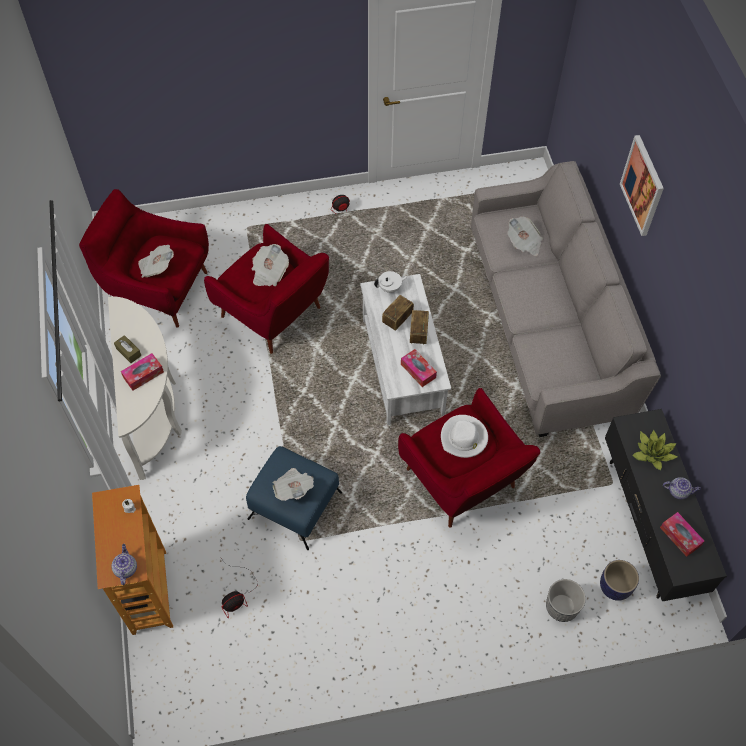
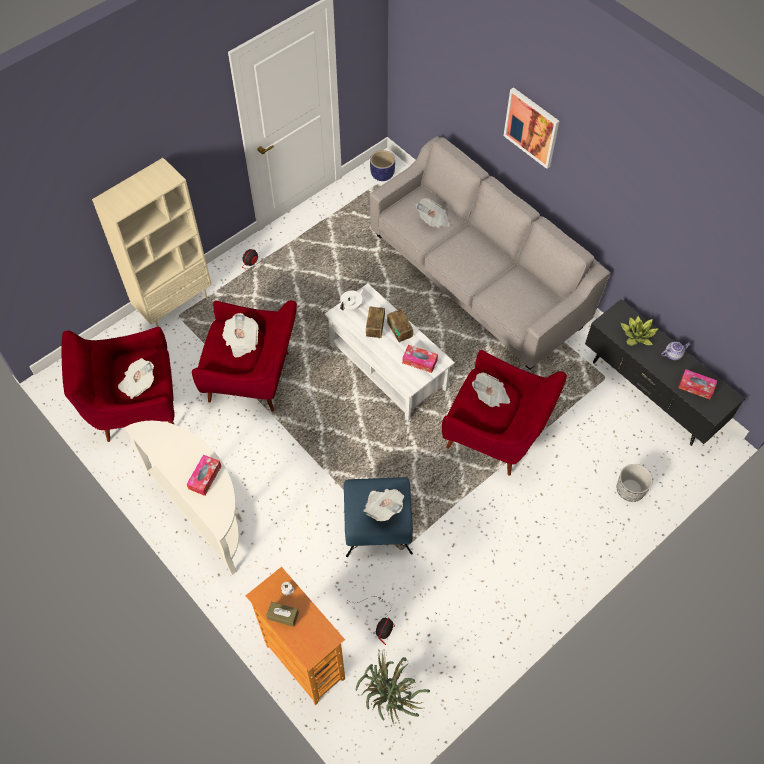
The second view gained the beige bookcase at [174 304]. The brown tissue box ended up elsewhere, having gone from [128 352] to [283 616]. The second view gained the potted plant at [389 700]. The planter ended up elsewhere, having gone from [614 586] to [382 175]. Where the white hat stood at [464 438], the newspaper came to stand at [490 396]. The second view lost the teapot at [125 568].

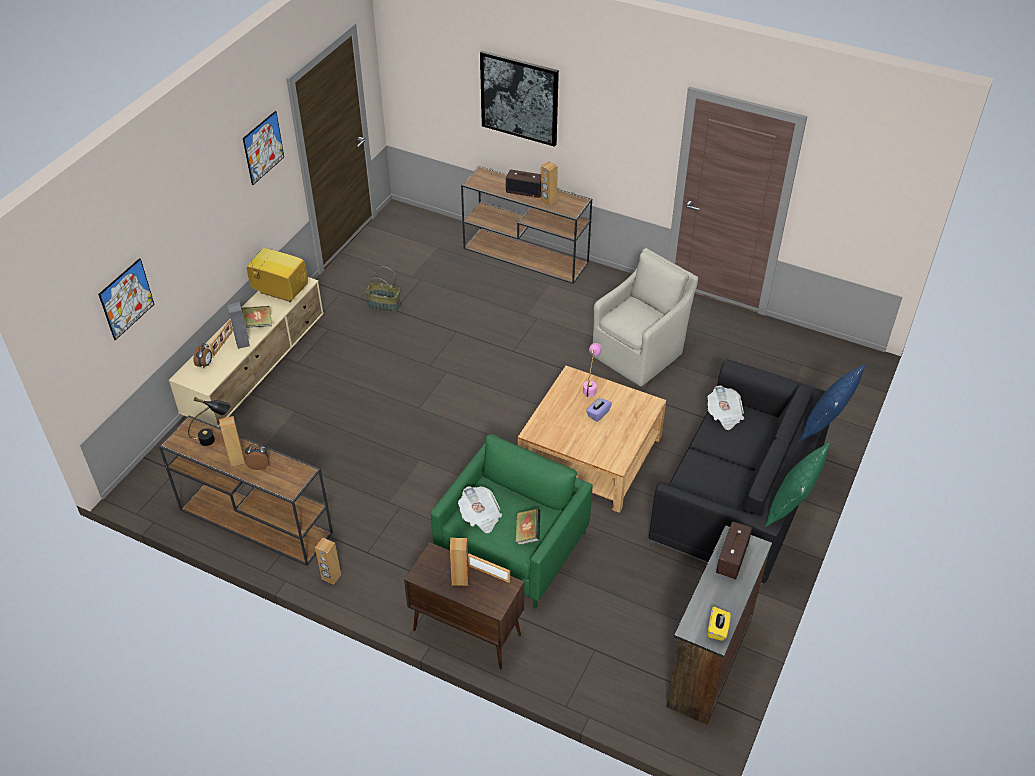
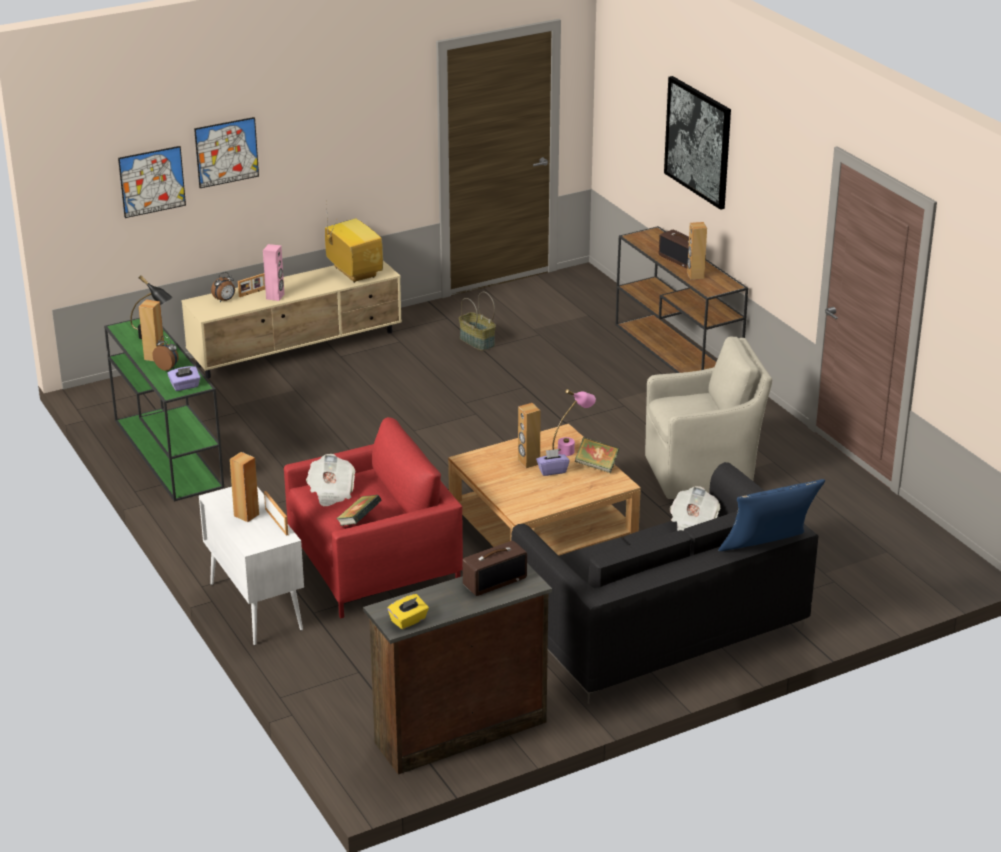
What was the brown console table at [254 521] turned into the green console table at [167 452]. The second view gained the purple tissue box at [185 386]. The picture ended up elsewhere, having gone from [263 147] to [226 152]. What was the brown cabinet at [466 632] turned into the white cabinet at [255 606]. What was the grey speaker at [243 343] turned into the pink speaker at [275 296]. What was the green armchair at [512 547] turned into the red armchair at [374 566]. The brown speaker ended up elsewhere, having gone from [331 577] to [528 462]. The book ended up elsewhere, having gone from [257 324] to [596 466]. The second view lost the green pillow at [791 505].

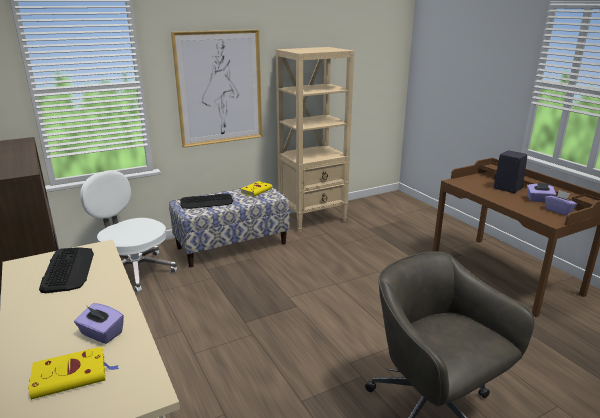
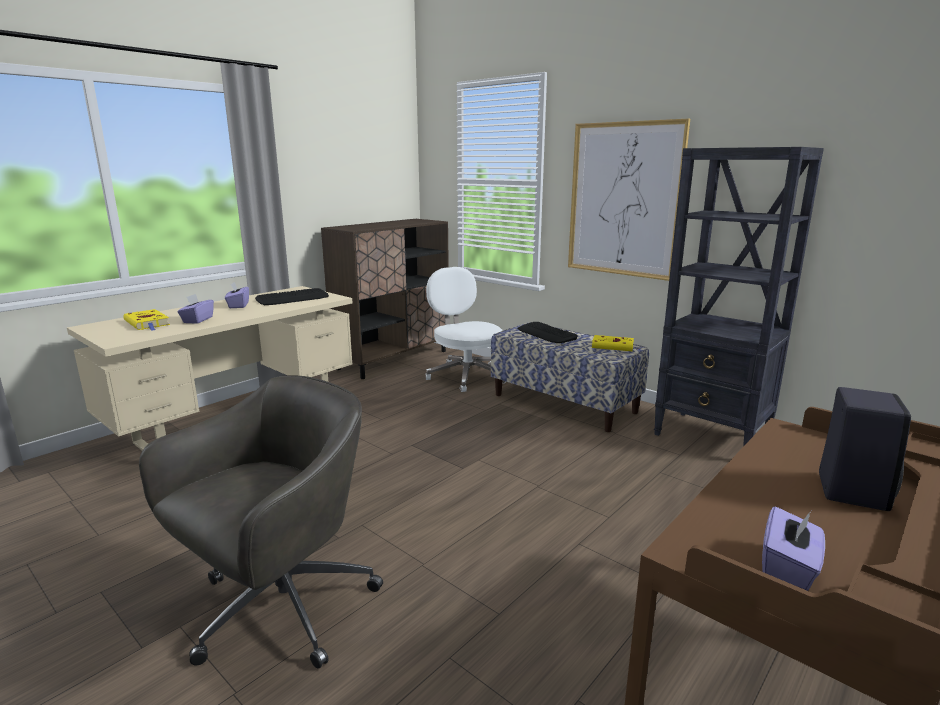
The purple tissue box ended up elsewhere, having gone from [539 200] to [238 305]. The white office chair at [135 271] ended up facing another way, 45 degrees counterclockwise from before. What was the beige bookcase at [313 218] turned into the black bookcase at [712 436].

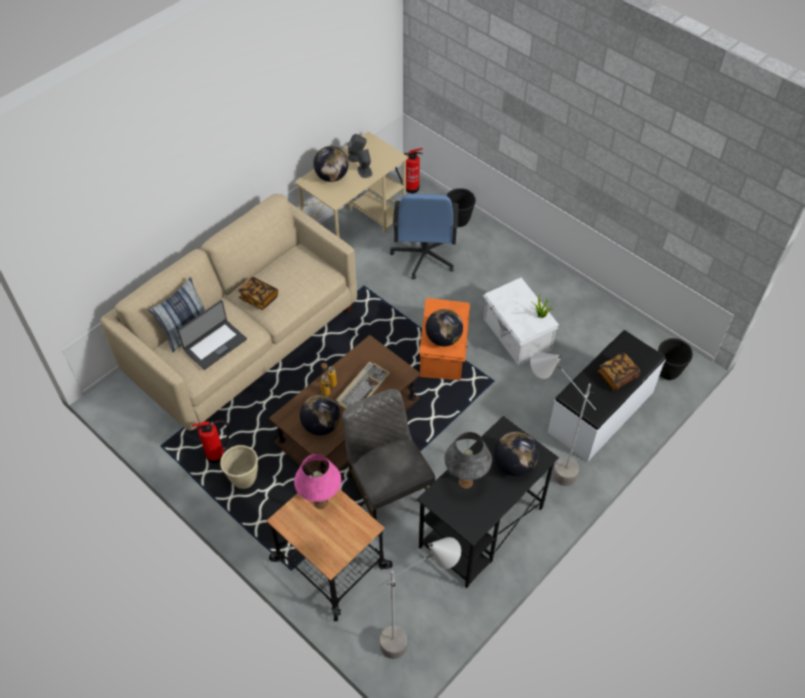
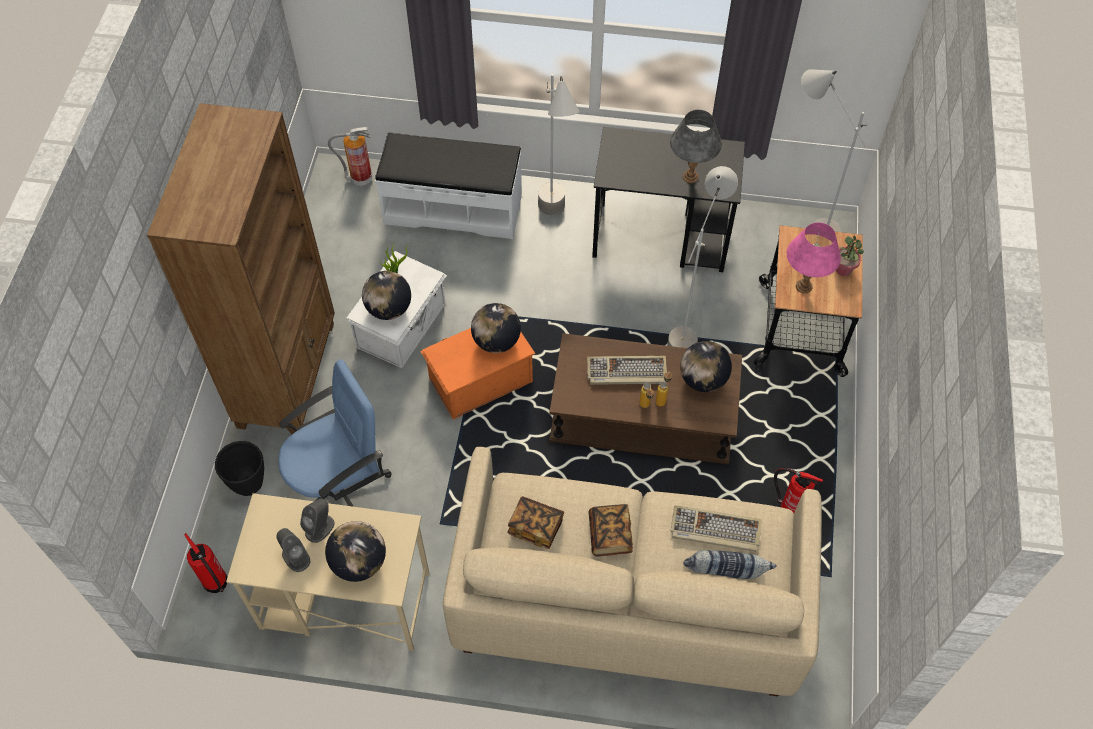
The second view gained the brown bookcase at [288 373]. Where the black planter stood at [667 373], the fire extinguisher came to stand at [360 179]. The globe ended up elsewhere, having gone from [514 465] to [389 309]. The book ended up elsewhere, having gone from [617 376] to [535 527]. Where the grey chair stood at [388 490], the grey floor lamp came to stand at [688 330]. Where the laptop stood at [214 344], the keyboard came to stand at [714 530]. The second view gained the potted plant at [843 269]. The second view lost the beige planter at [243 479].

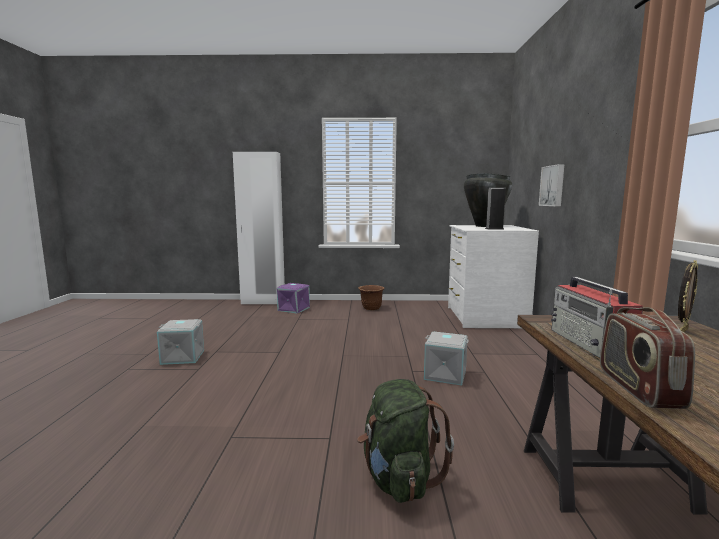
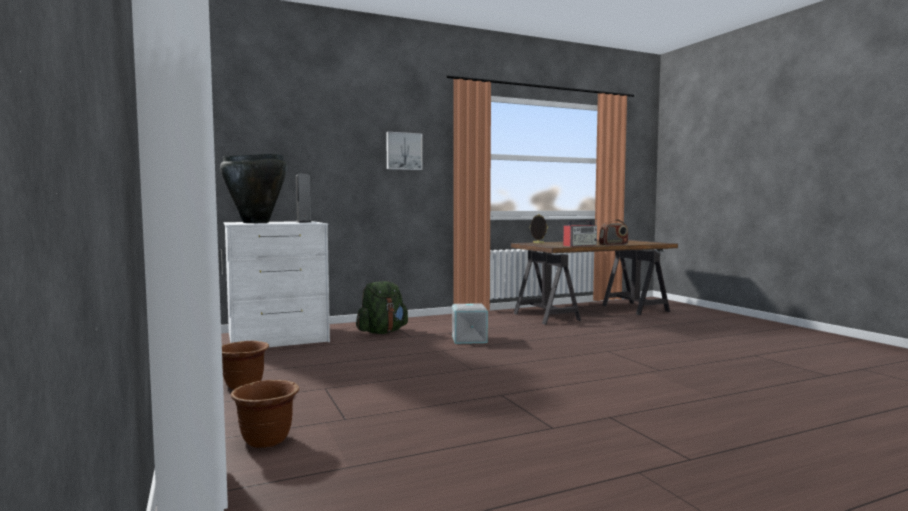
Where the purple storage box stood at [294 309], the brown planter came to stand at [267 440]. The green backpack ended up elsewhere, having gone from [399 478] to [382 332]. The picture ended up elsewhere, having gone from [553 186] to [404 151]. The second view lost the grey storage box at [183 356].

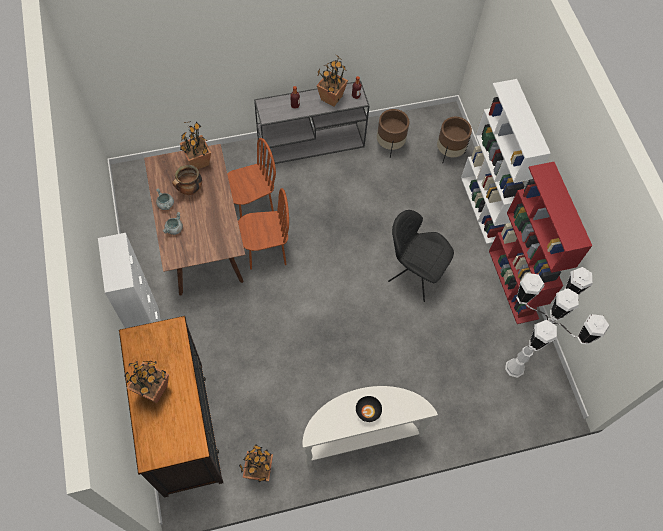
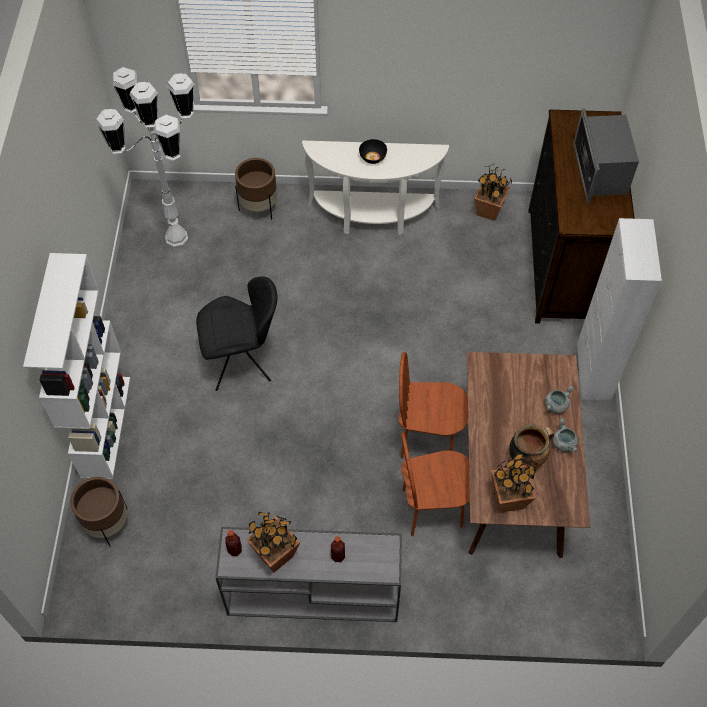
The black chair at [414 274] ended up facing another way, 60 degrees counterclockwise from before. The brown planter ended up elsewhere, having gone from [390 145] to [259 207]. Where the potted plant stood at [154 390], the microwave came to stand at [600 172]. The second view lost the red bookcase at [514 284].

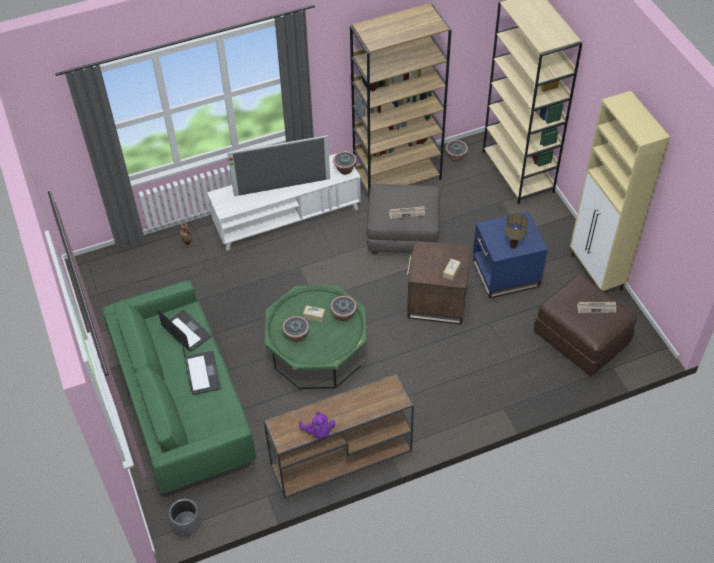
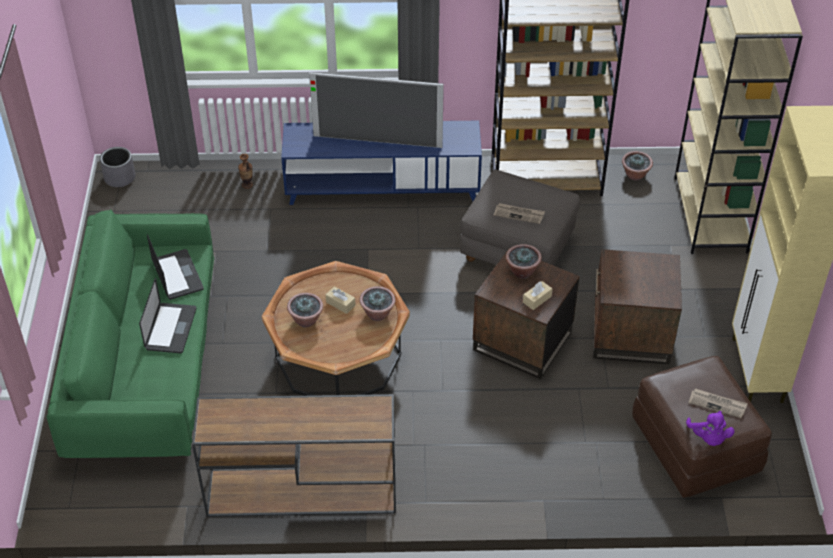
The grey planter ended up elsewhere, having gone from [186 523] to [119 177]. What was the green coffee table at [317 352] turned into the brown coffee table at [338 356]. What was the white tv stand at [287 218] turned into the blue tv stand at [382 188]. The potted plant ended up elsewhere, having gone from [345 170] to [522 271]. What was the blue side table at [506 274] turned into the brown side table at [631 335]. The purple plush toy ended up elsewhere, having gone from [318 431] to [708 438]. The second view lost the table lamp at [513 246].

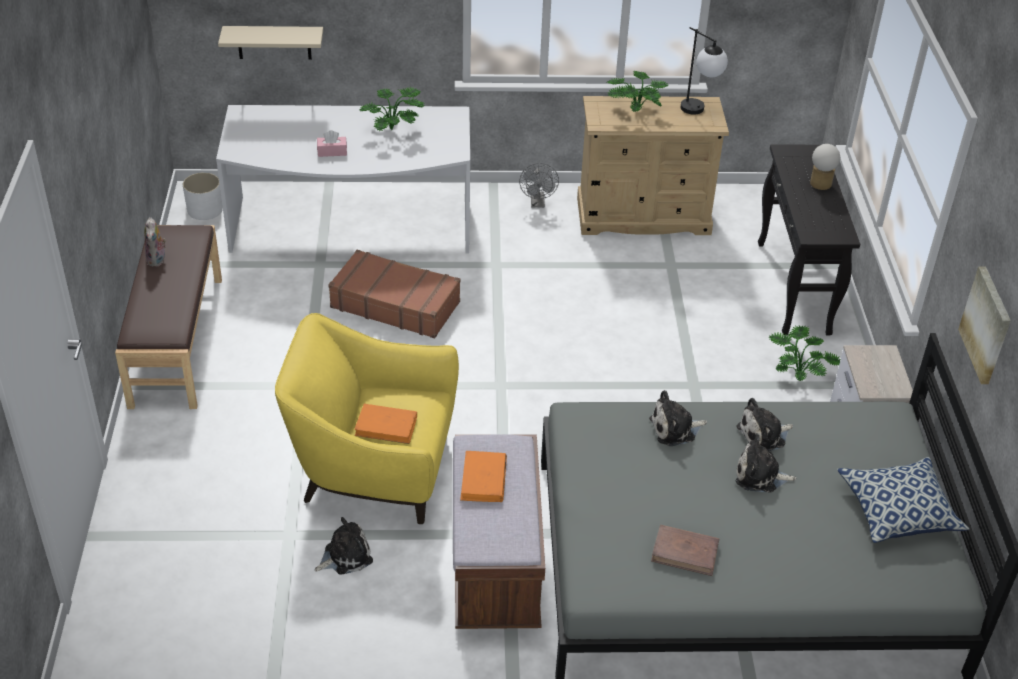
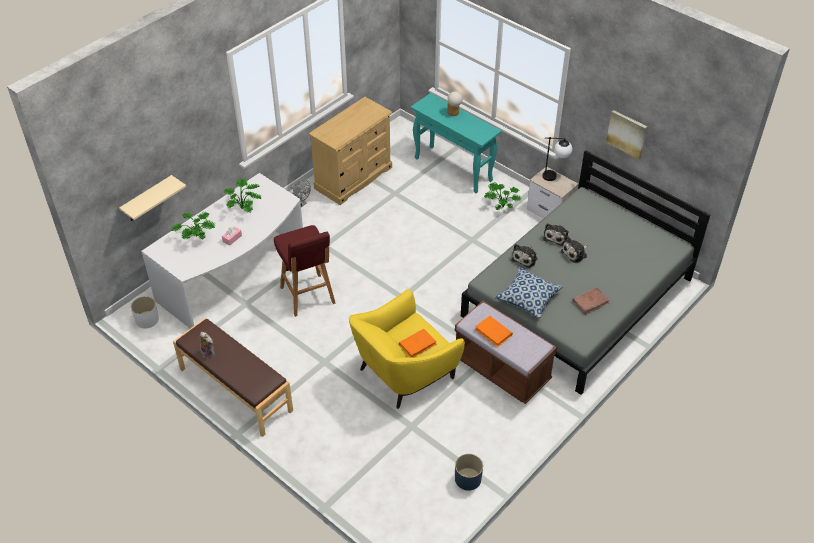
The potted plant ended up elsewhere, having gone from [634 112] to [196 238]. Where the brown suitcase stood at [395 304], the red stool came to stand at [308 296]. What was the black console table at [794 288] turned into the turquoise console table at [454 169]. The second view gained the blue planter at [467 479]. The pillow ended up elsewhere, having gone from [898 511] to [528 298]. The table lamp ended up elsewhere, having gone from [699 112] to [555 176]. The second view lost the plush toy at [345 556].

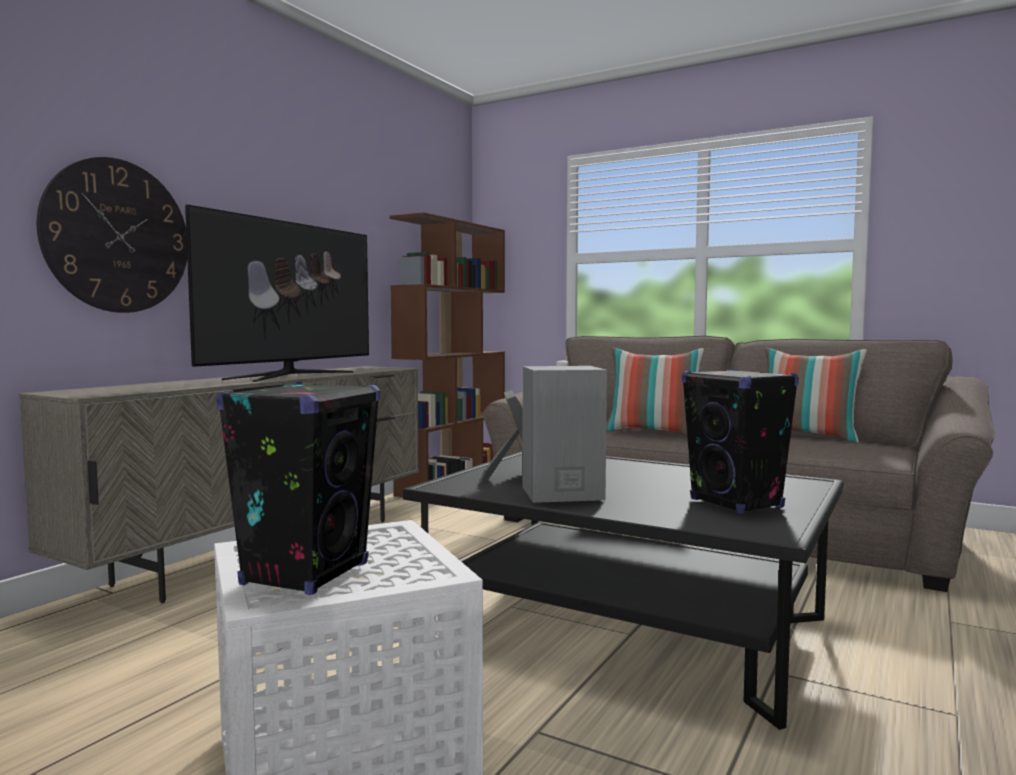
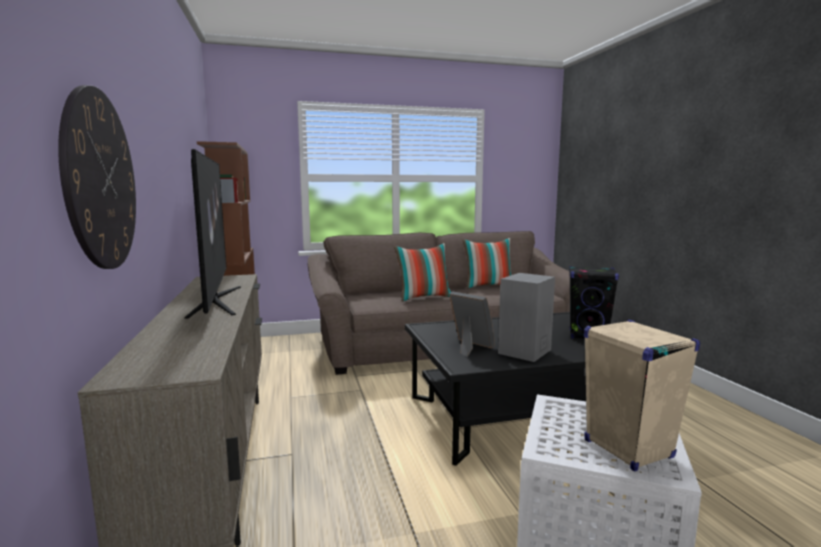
What was the black speaker at [306 574] turned into the beige speaker at [627 449].

